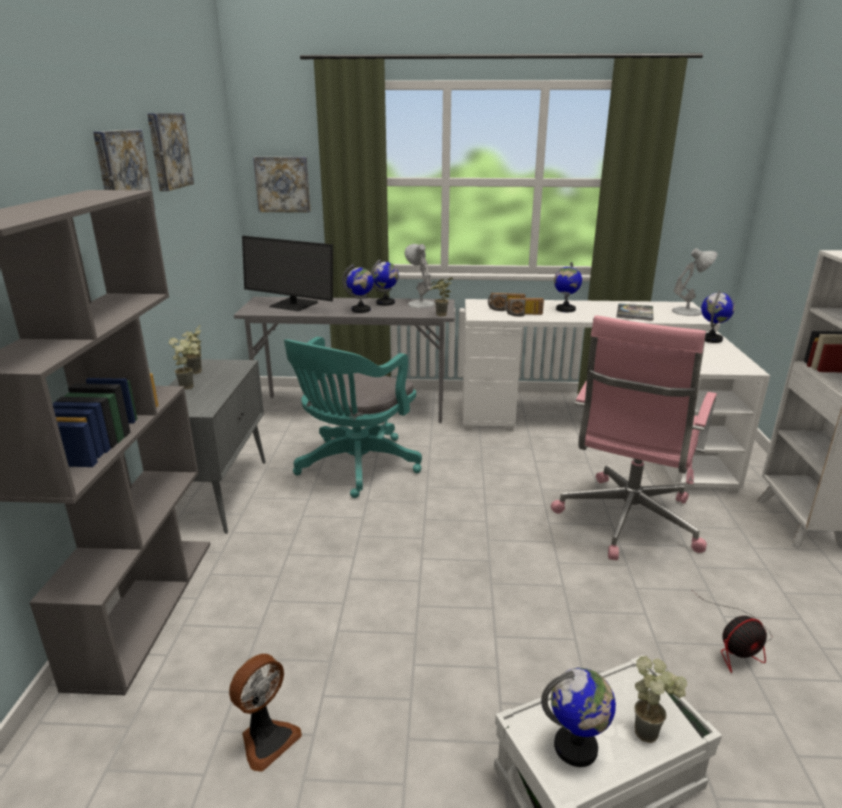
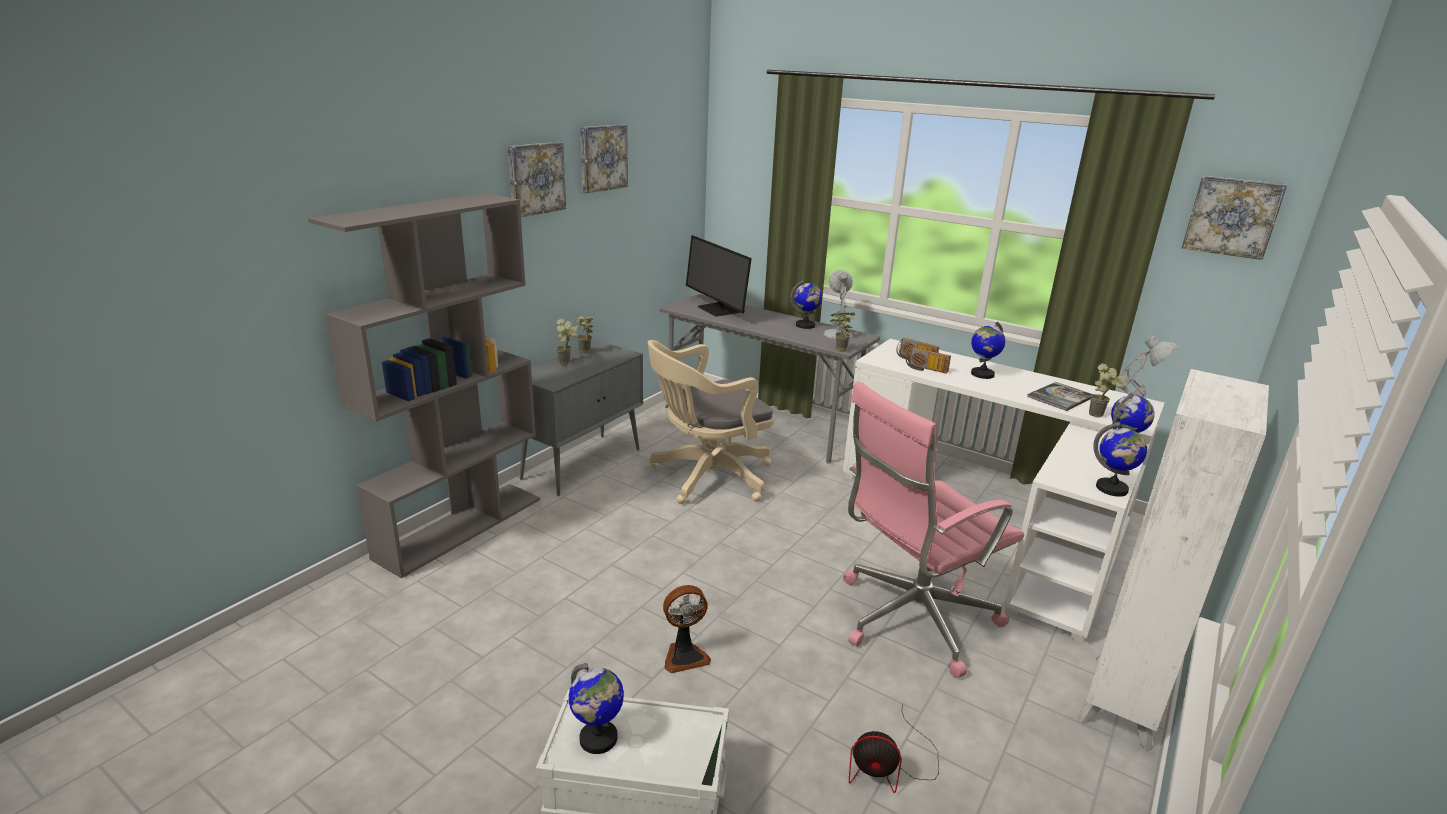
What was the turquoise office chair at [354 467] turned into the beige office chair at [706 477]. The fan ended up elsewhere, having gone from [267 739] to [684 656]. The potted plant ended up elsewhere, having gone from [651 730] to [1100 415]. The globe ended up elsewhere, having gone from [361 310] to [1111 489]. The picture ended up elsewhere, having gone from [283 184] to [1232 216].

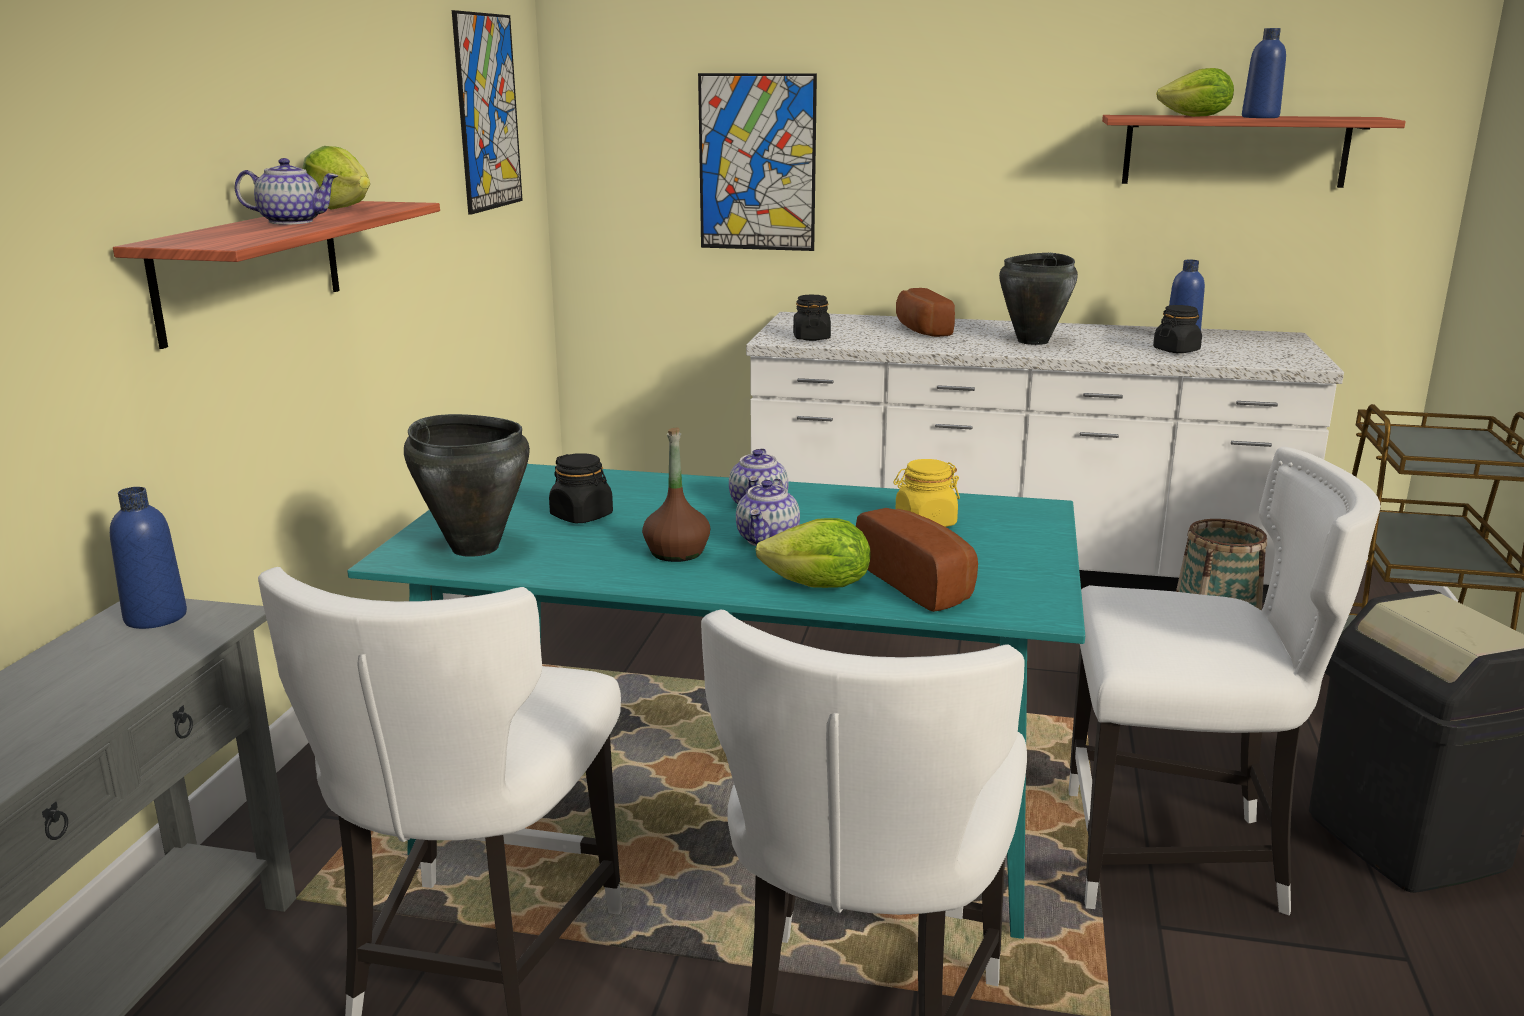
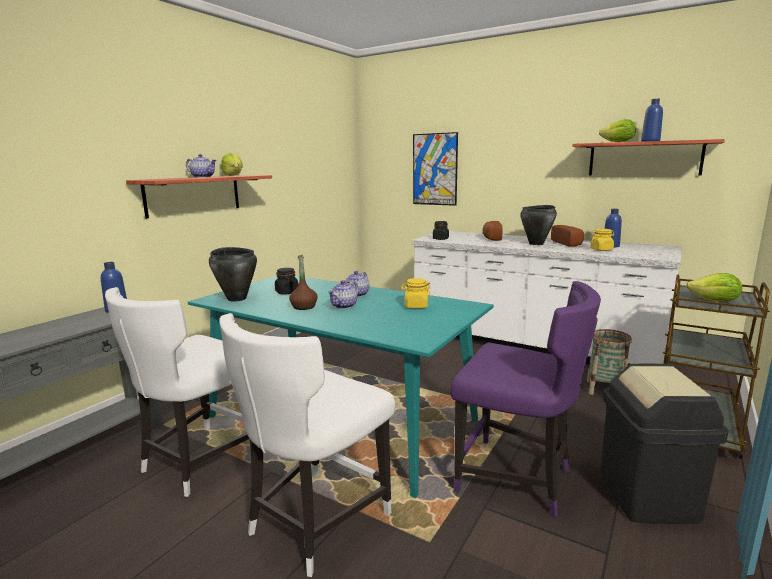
What was the white chair at [1176 856] turned into the purple chair at [516 479]. The bread ended up elsewhere, having gone from [920 583] to [568 243]. What was the black jar at [1176 350] turned into the yellow jar at [601 249]. The lettuce ended up elsewhere, having gone from [819 586] to [714 301]. The second view lost the picture at [488 112].

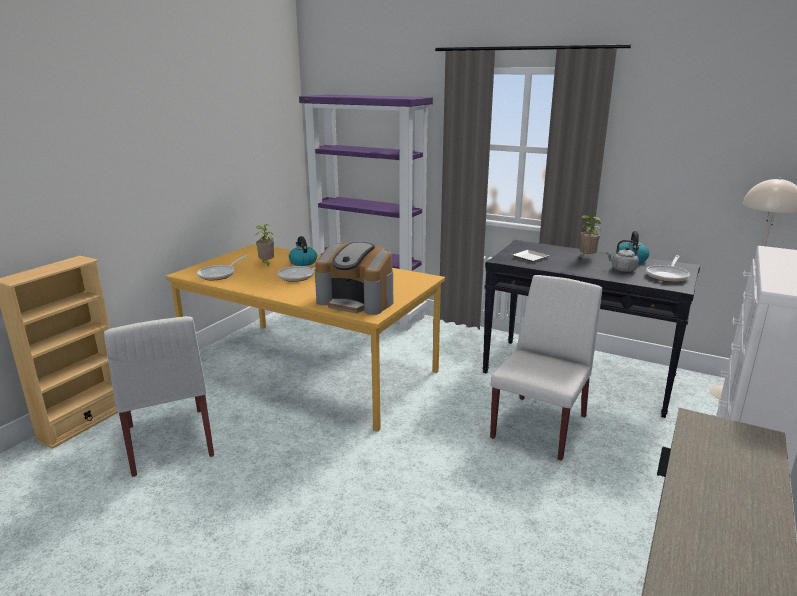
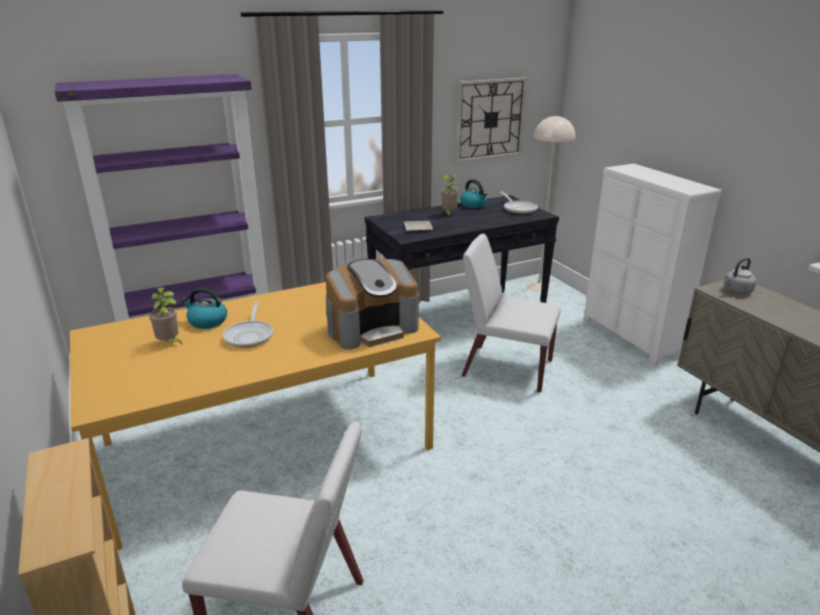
The second view gained the wall clock at [490 119]. The white chair at [540 426] ended up facing another way, 45 degrees counterclockwise from before. The grey kettle ended up elsewhere, having gone from [622 269] to [736 291]. The second view lost the frying pan at [219 274].

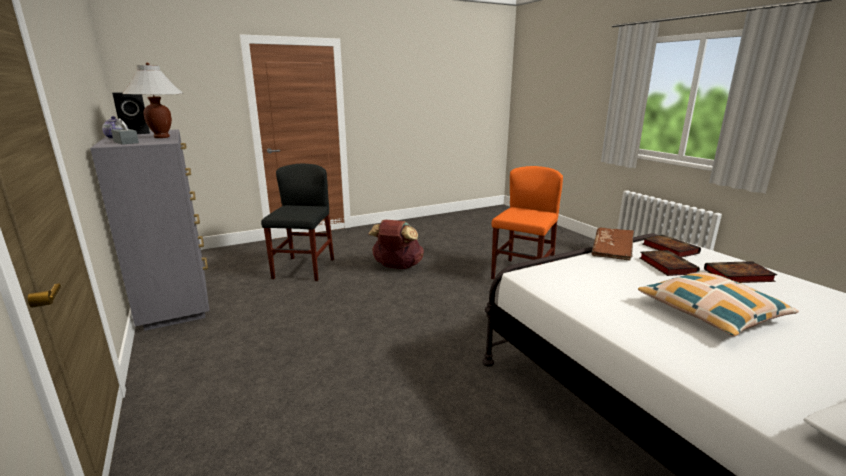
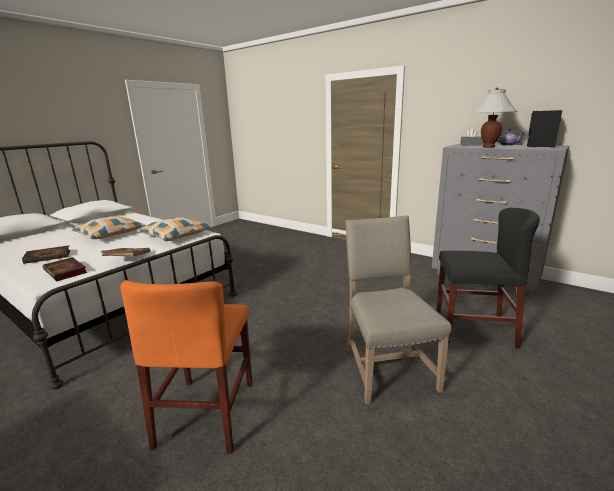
The second view gained the pillow at [176 236]. Where the brown backpack stood at [397 267], the beige chair came to stand at [386 367]. The black chair at [304 269] ended up facing another way, 60 degrees counterclockwise from before. The second view lost the book at [665 265].

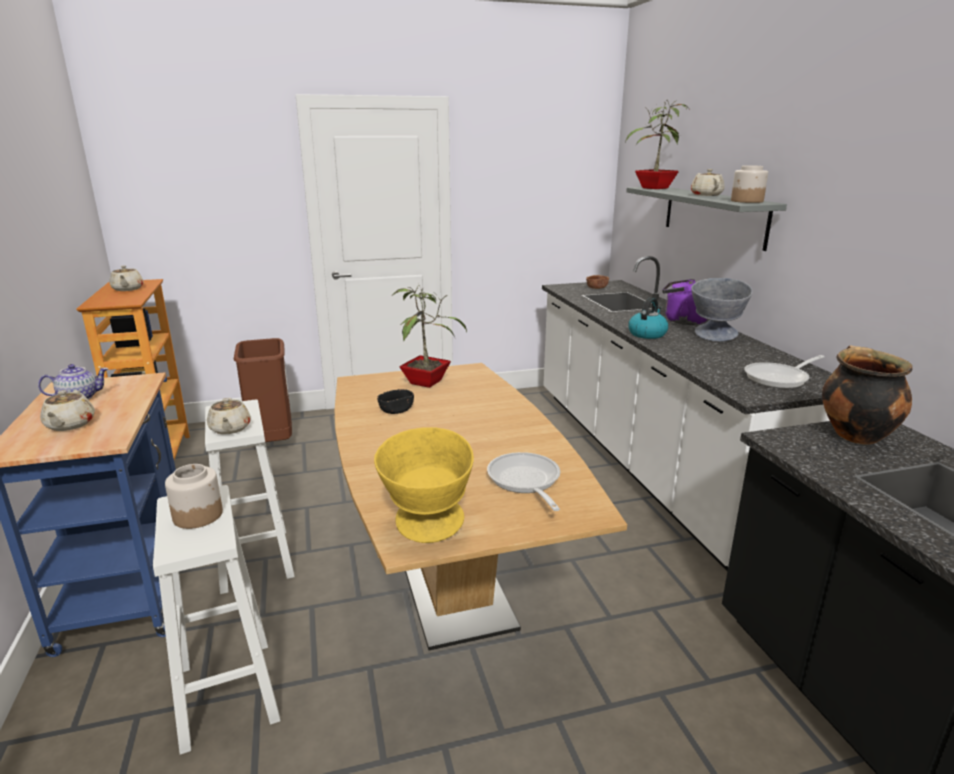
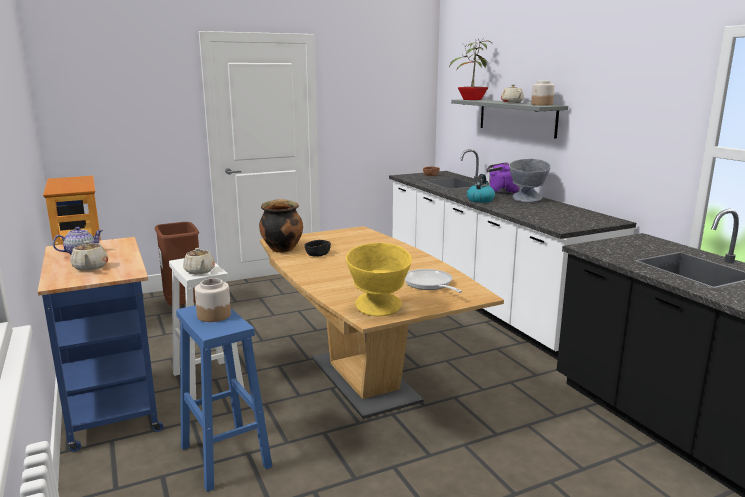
What was the white stool at [227 691] turned into the blue stool at [224 456]. The cooking pot ended up elsewhere, having gone from [854 435] to [282 249]. The second view lost the beige teapot at [127 289]. The second view lost the potted plant at [427 382]. The second view lost the frying pan at [780 378].

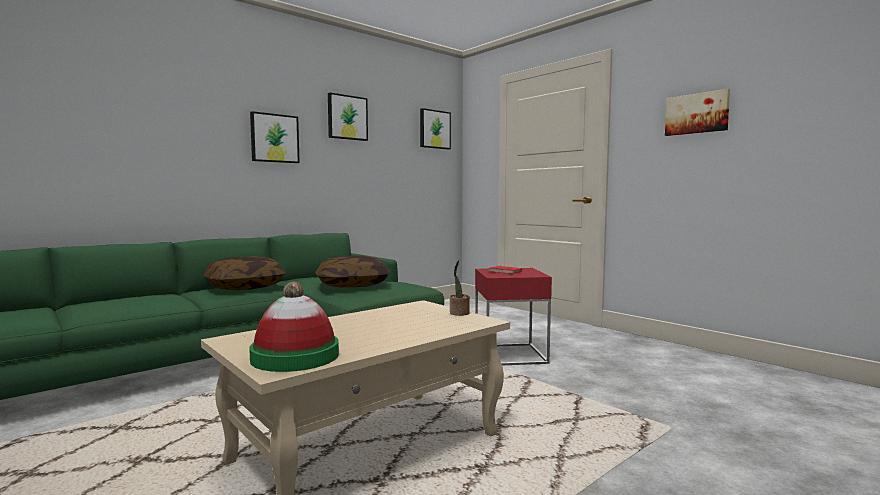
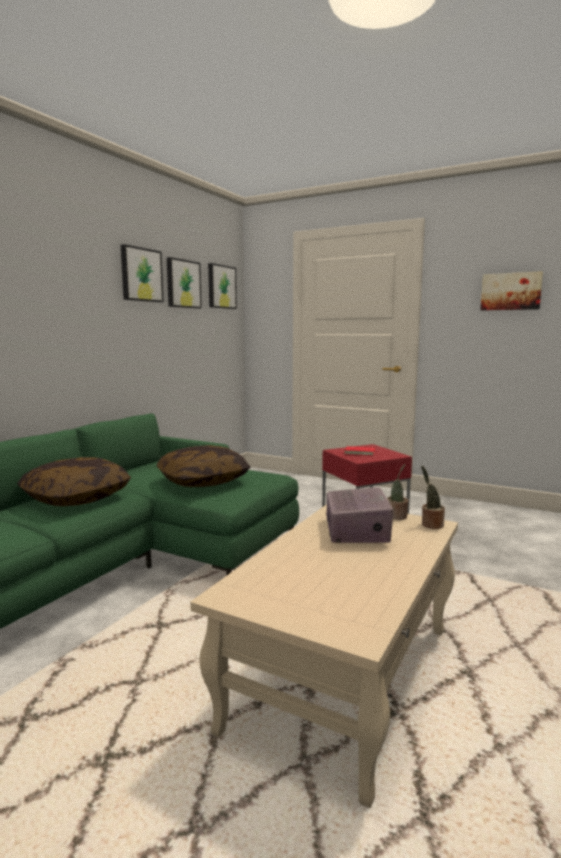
The picture ended up elsewhere, having gone from [274 138] to [182 284]. The second view gained the radio at [357 531]. The second view gained the potted plant at [430 524]. The second view lost the hat at [295 356].

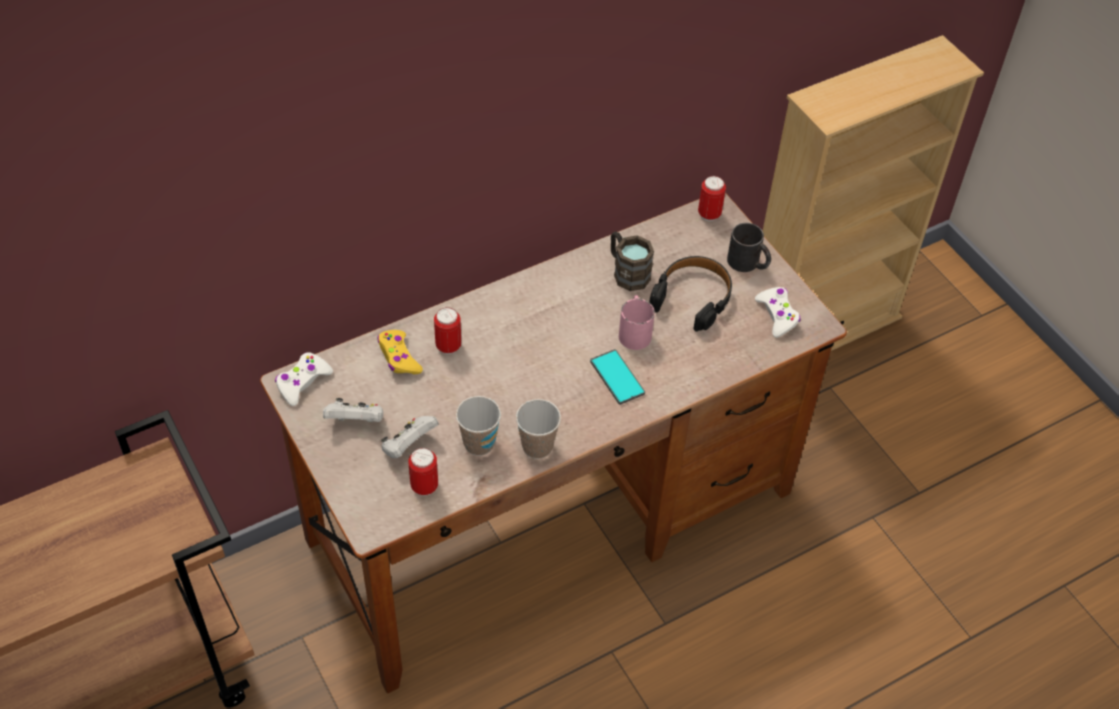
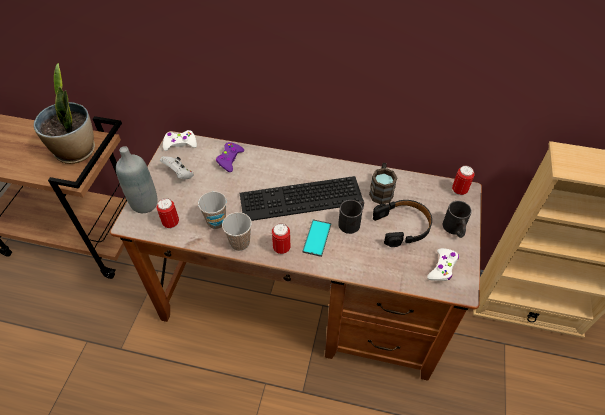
The second view gained the potted plant at [77 151]. The second view gained the grey bottle at [144 204]. What was the yellow game controller at [399 357] turned into the purple game controller at [230 159]. The second view gained the keyboard at [300 200]. The can ended up elsewhere, having gone from [448 346] to [281 248]. What was the pink mug at [634 331] turned into the black mug at [352 221]. The second view lost the white game controller at [408 446].

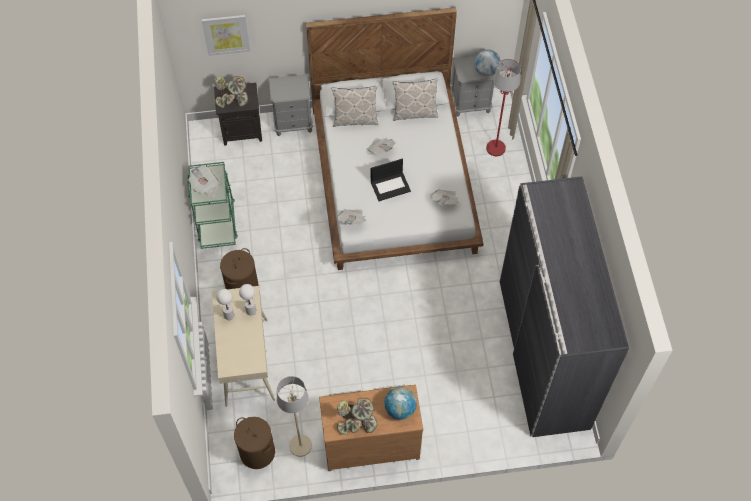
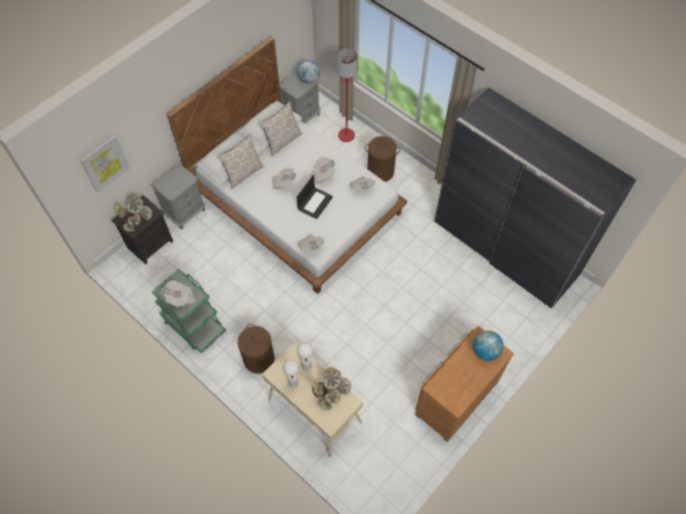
The second view gained the newspaper at [322 175]. The potted plant ended up elsewhere, having gone from [356 421] to [330 392]. The brown laundry basket ended up elsewhere, having gone from [257 452] to [380 171]. The second view lost the beige floor lamp at [300 445].

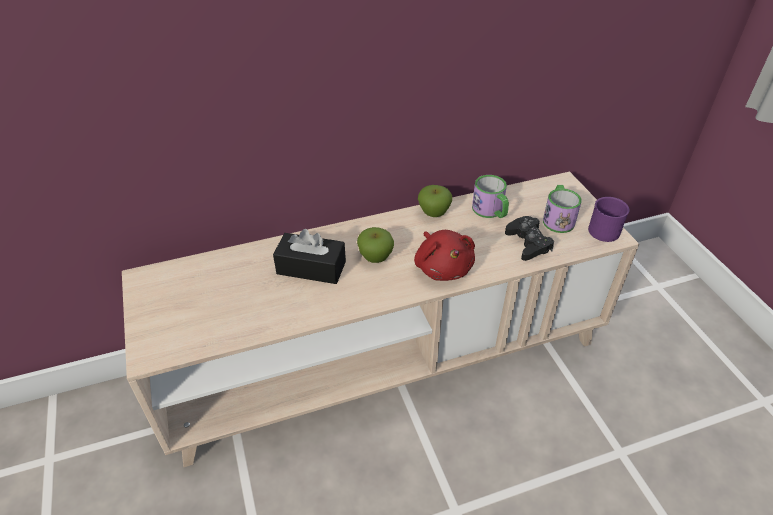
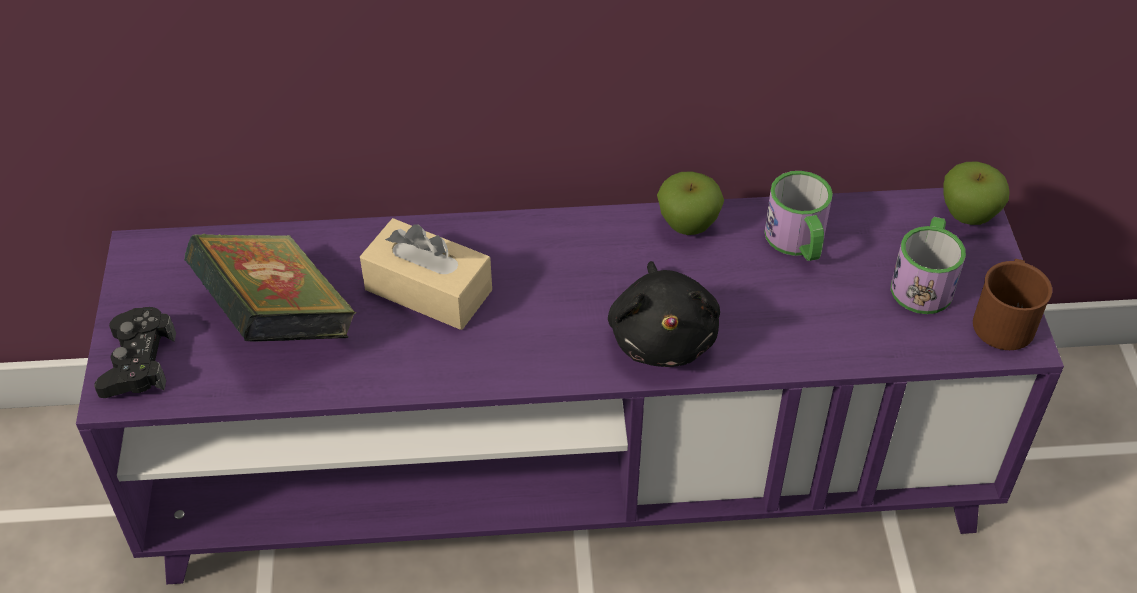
What was the beige tv stand at [386 360] turned into the purple tv stand at [568 475]. The black game controller ended up elsewhere, having gone from [528 243] to [138 362]. The second view gained the book at [277 321]. What was the black tissue box at [311 268] turned into the beige tissue box at [428 290]. What was the red plush toy at [443 267] turned into the black plush toy at [663 336]. The apple ended up elsewhere, having gone from [375 257] to [968 215]. What was the purple mug at [602 228] turned into the brown mug at [1004 319].

